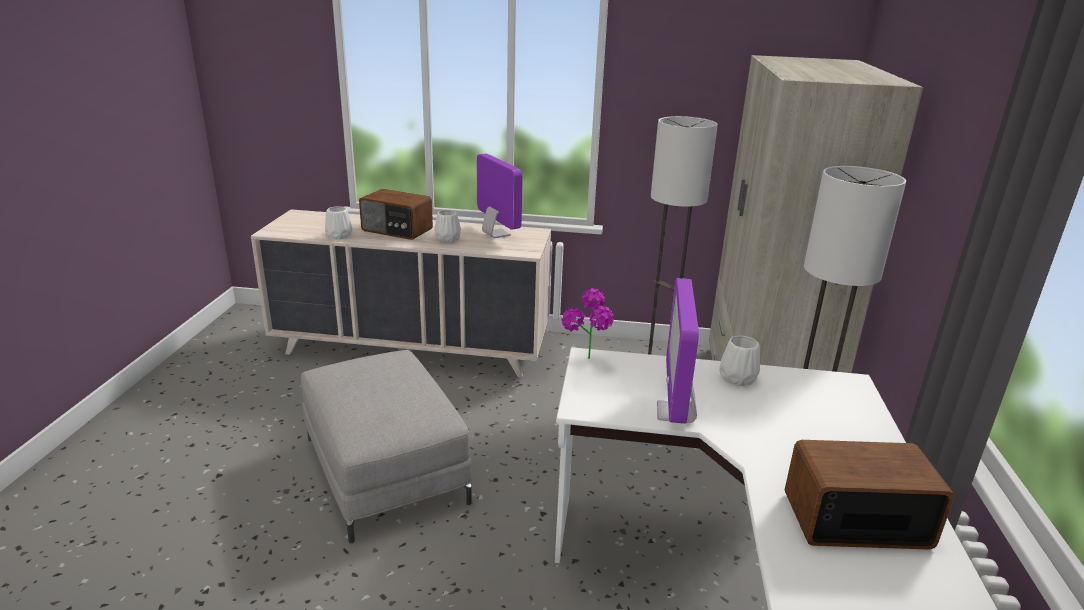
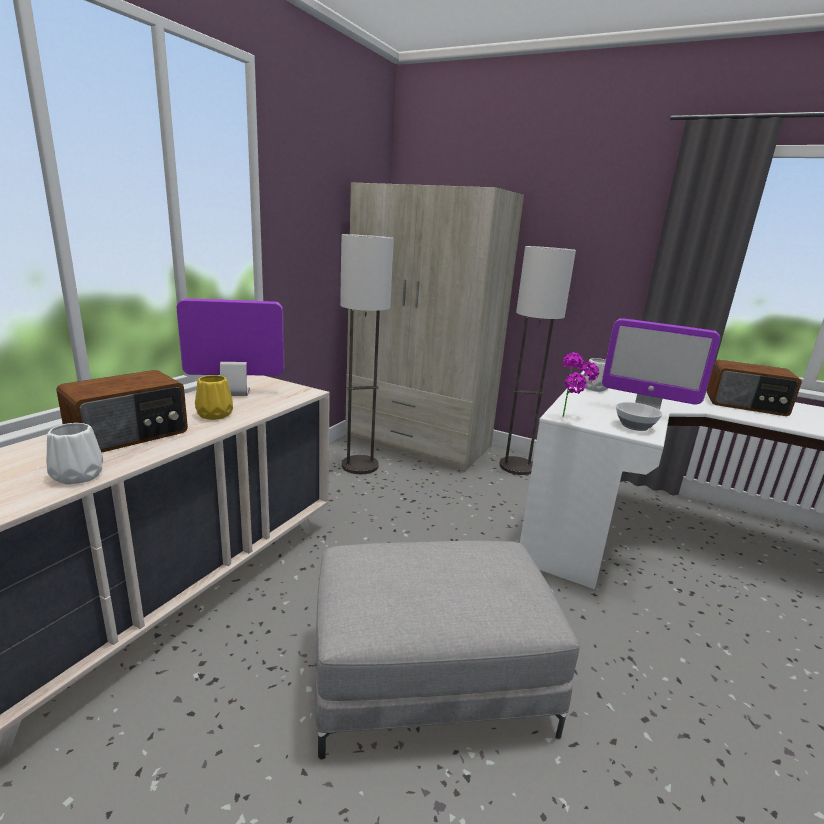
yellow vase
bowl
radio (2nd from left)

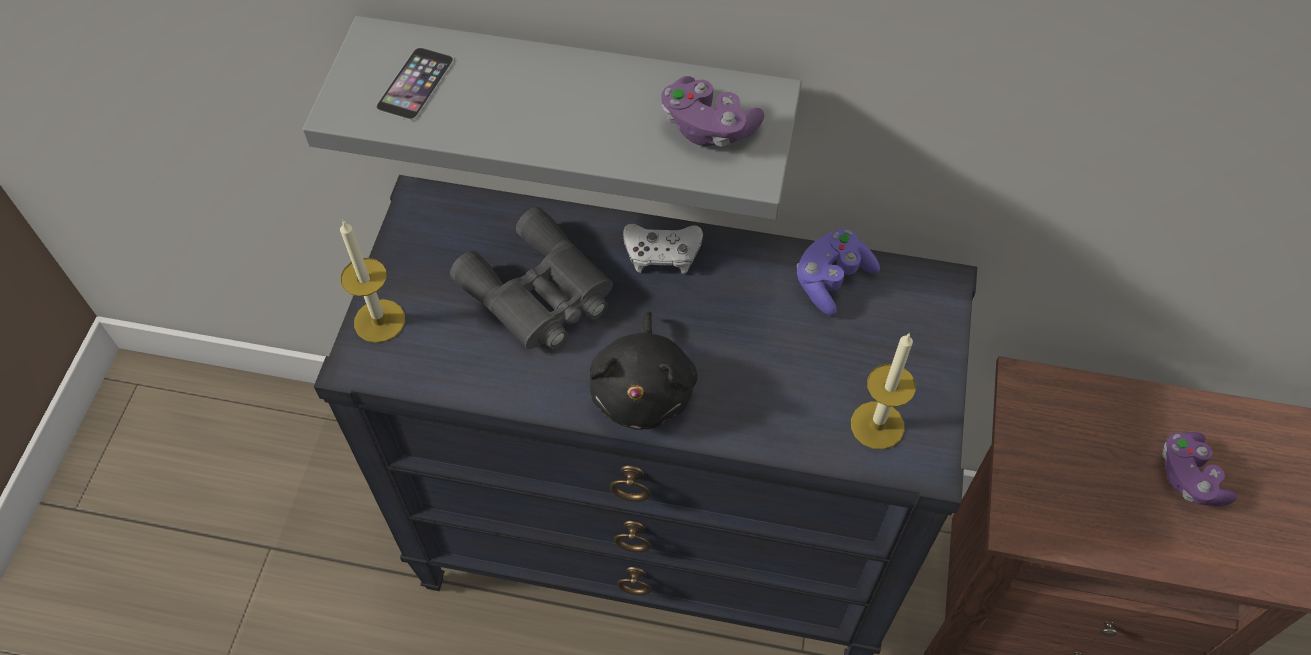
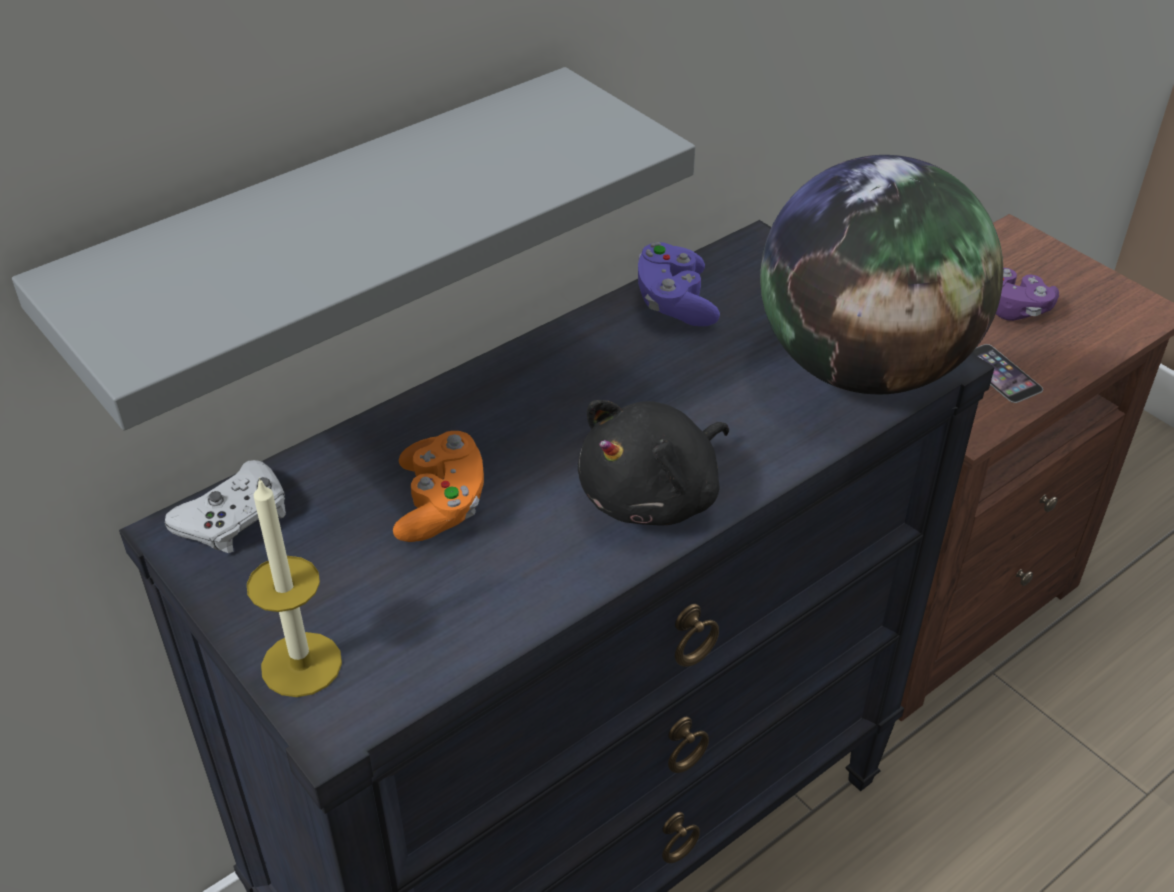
white game controller
orange game controller
black plush toy
globe
phone
purple game controller (1st from left in the first image)

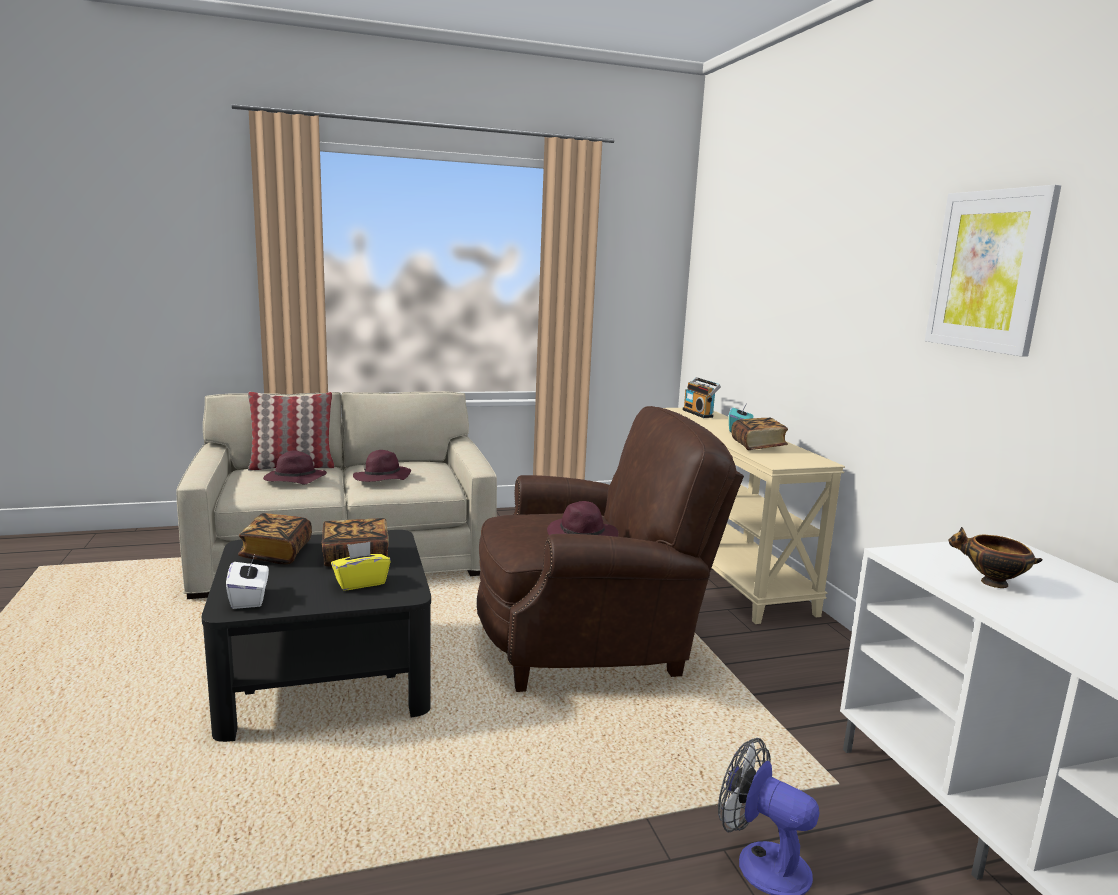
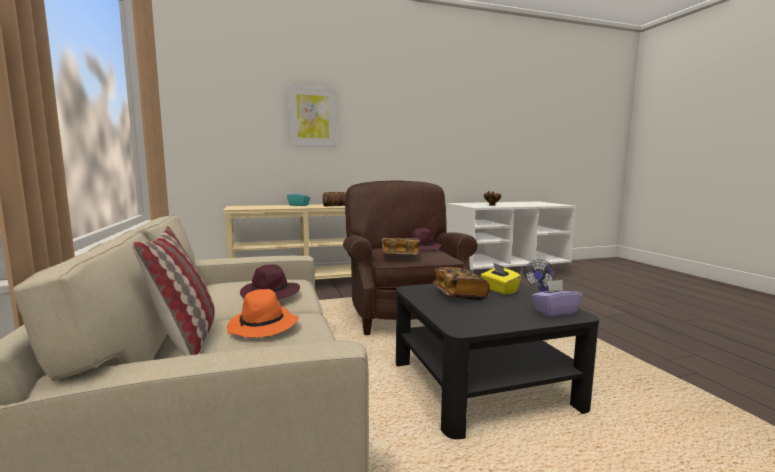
orange hat
picture
book (2nd from left)
purple tissue box
radio

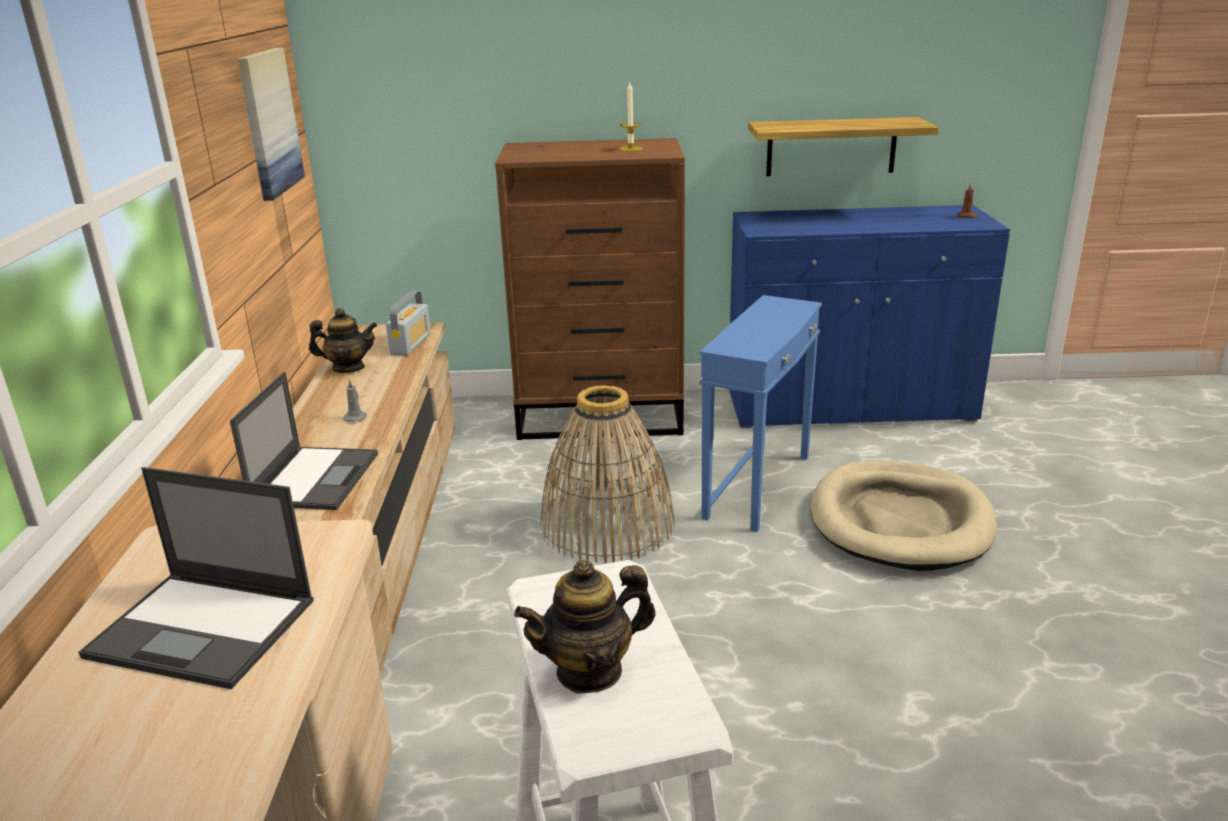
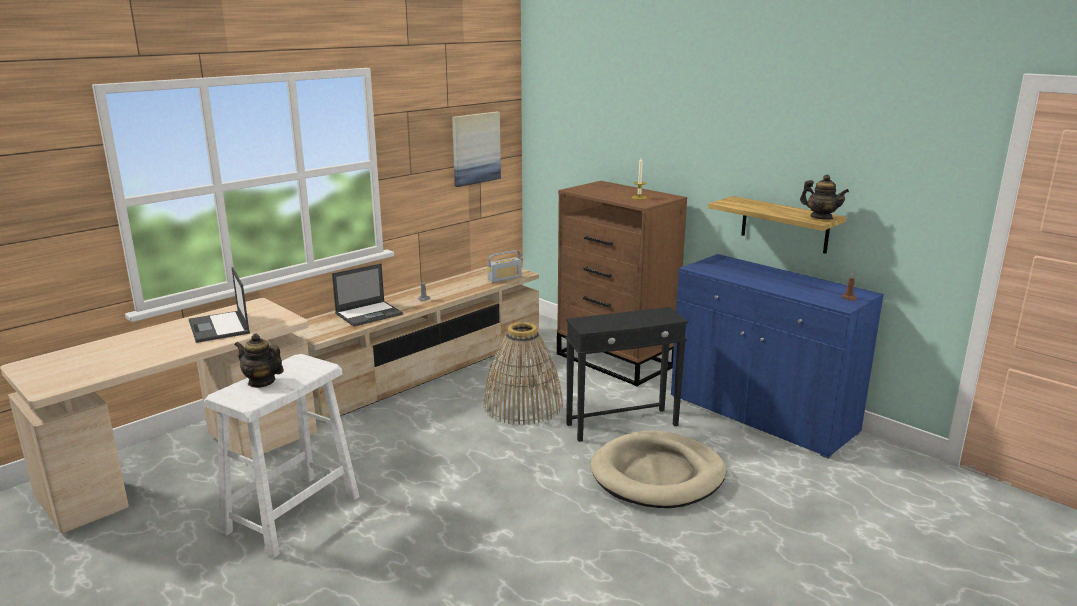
black side table
teapot (2nd from left)

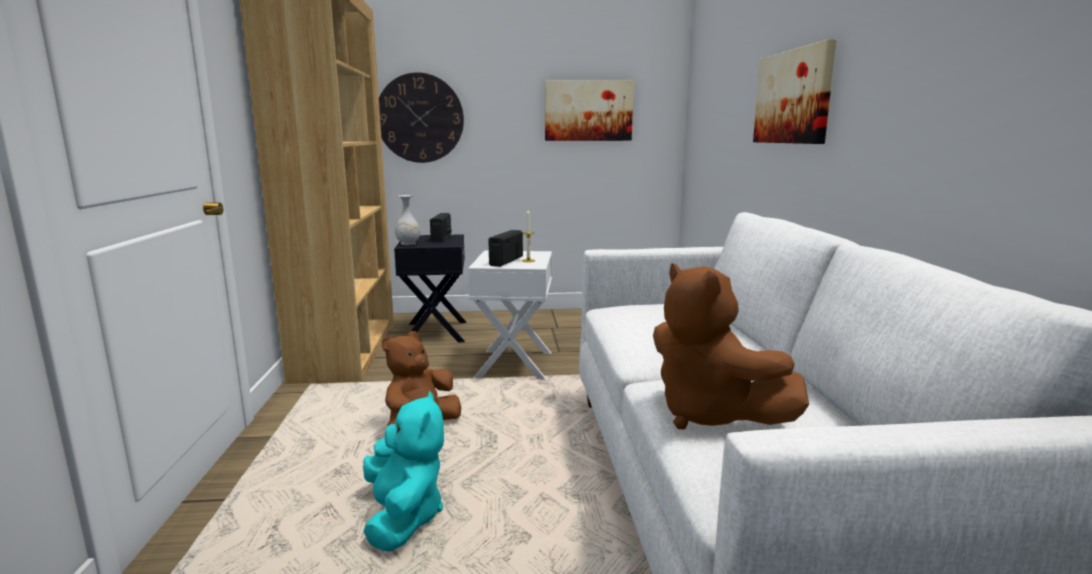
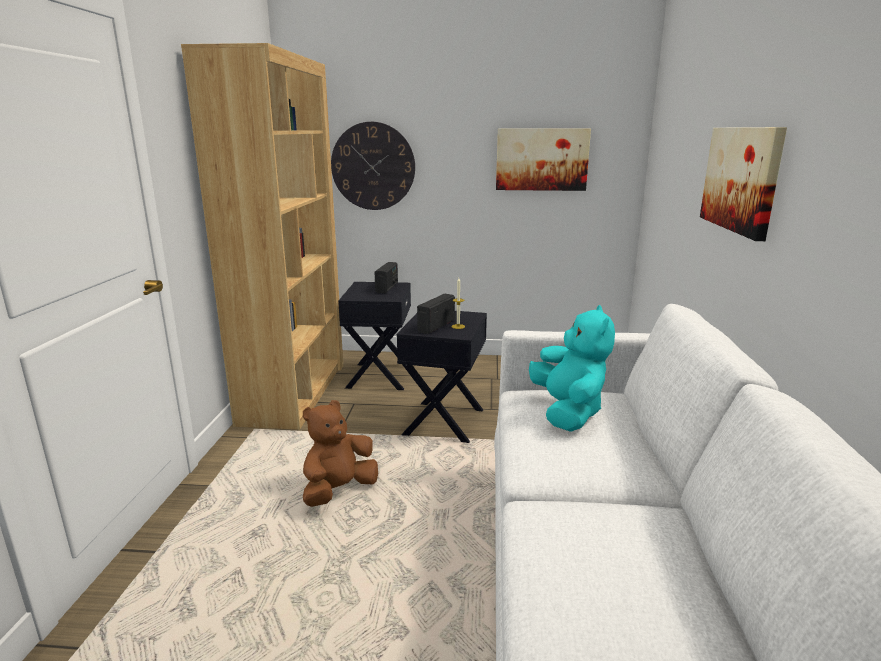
black side table (2nd from left)
turquoise plush toy
white vase
brown plush toy (2nd from left in the first image)

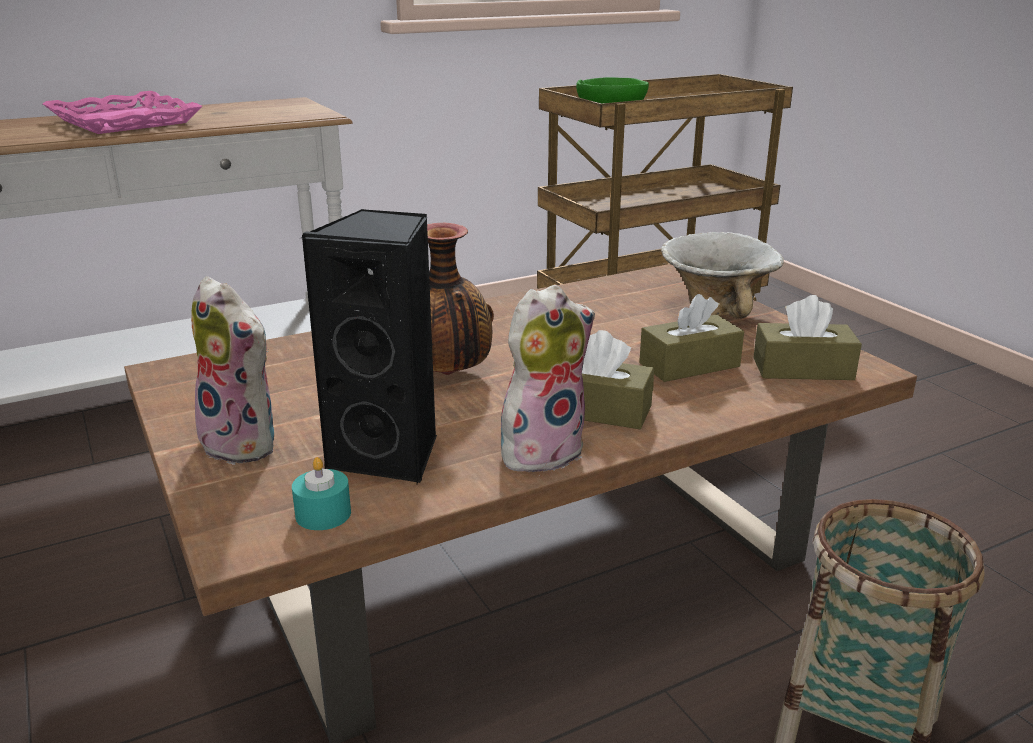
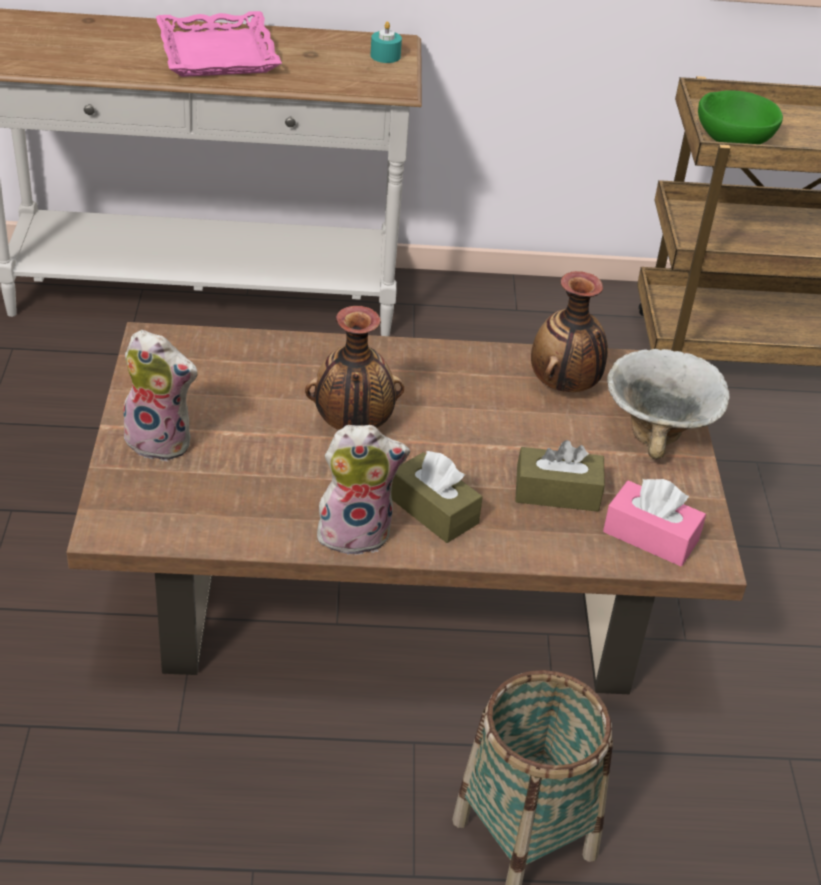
plush toy (1st from left)
turquoise candle
vase (2nd from left)
pink tissue box
black speaker

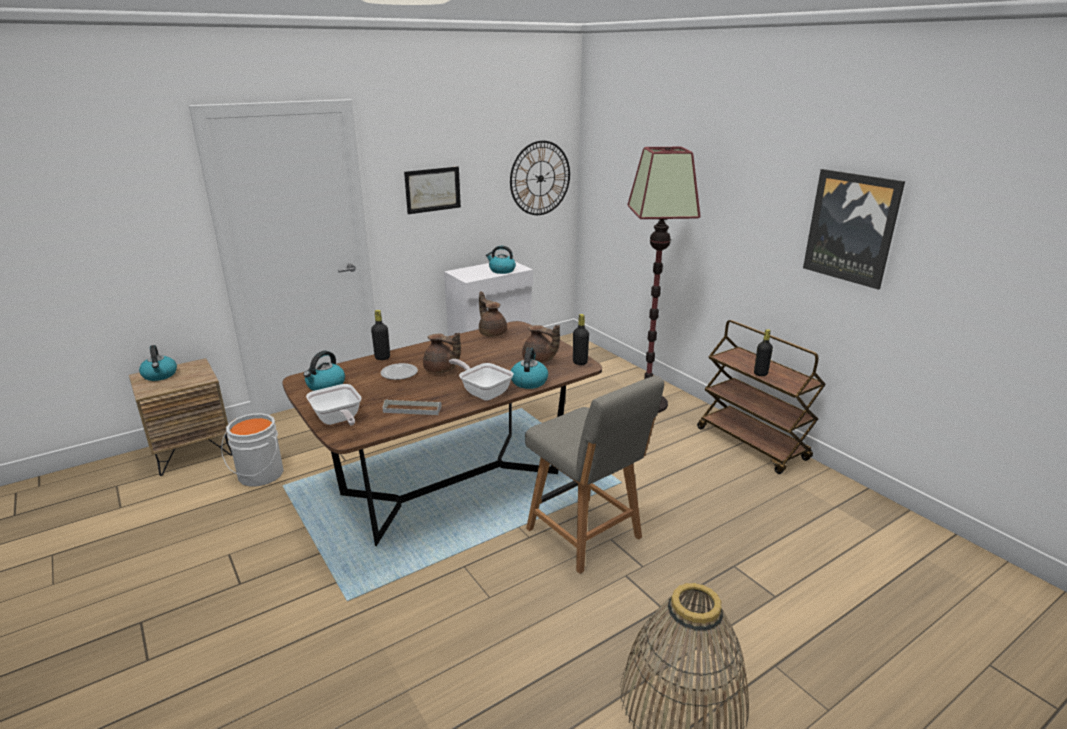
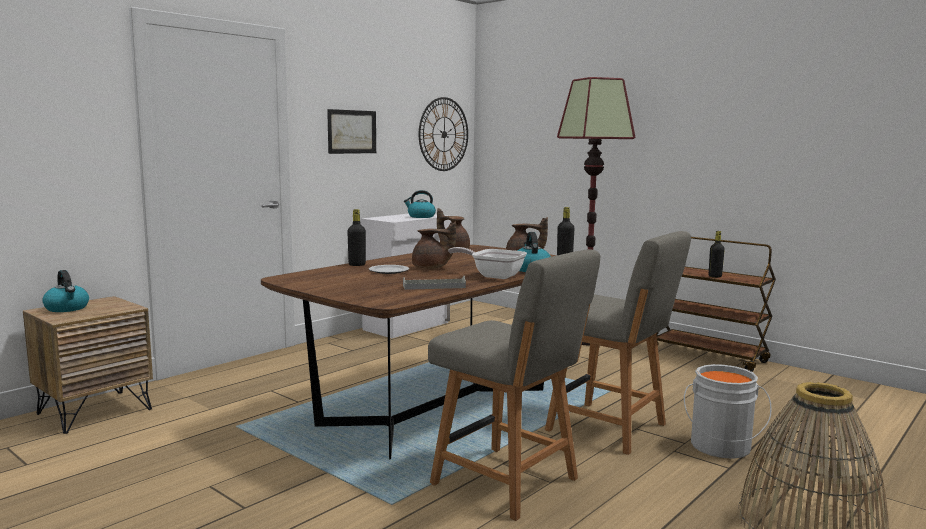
grey chair (1st from left)
grey bucket
kettle (2nd from left in the first image)
frying pan (1st from left in the first image)
picture (2nd from left in the first image)

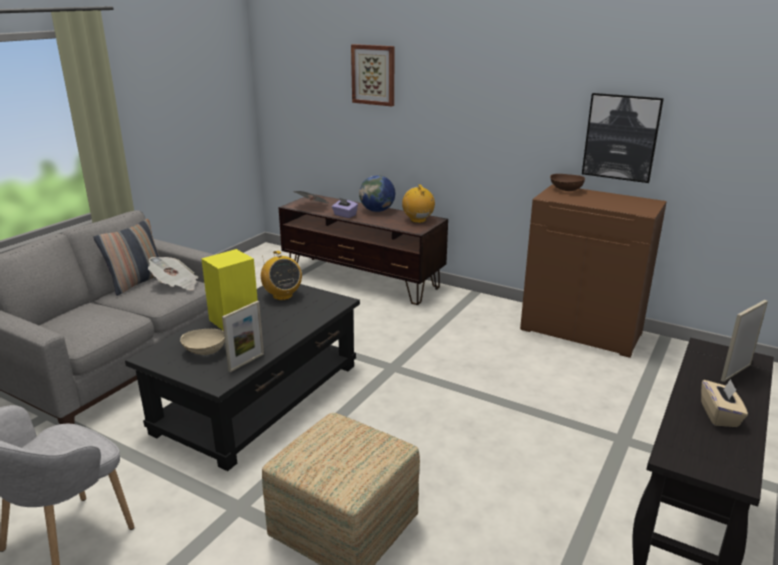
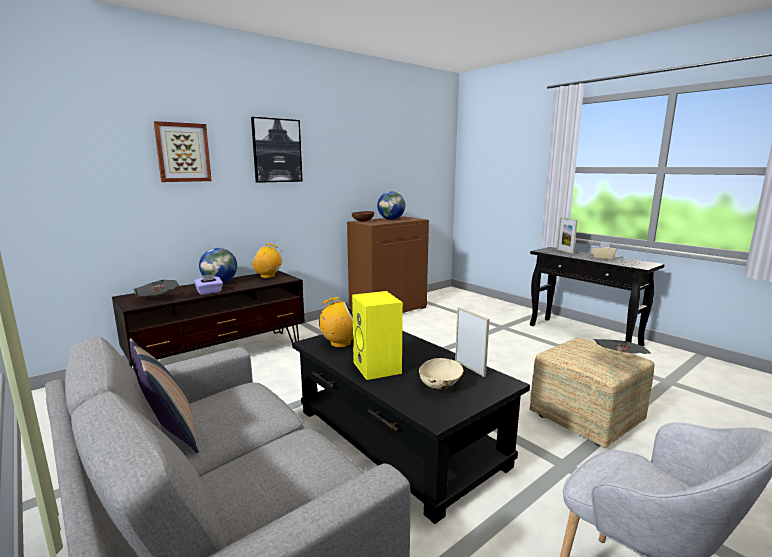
picture (2nd from left)
globe (2nd from left)
newspaper (2nd from left)

